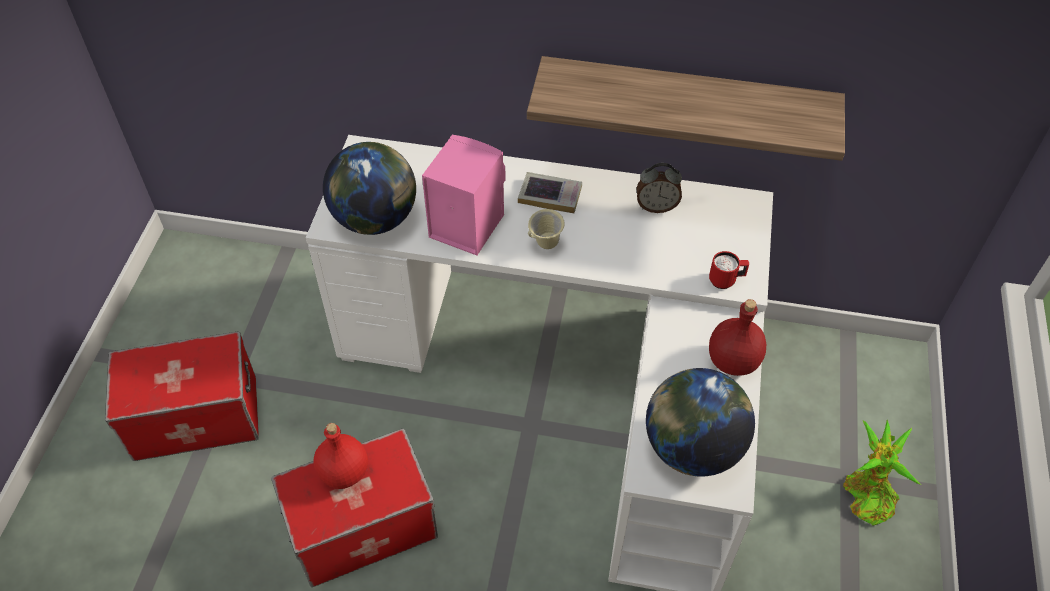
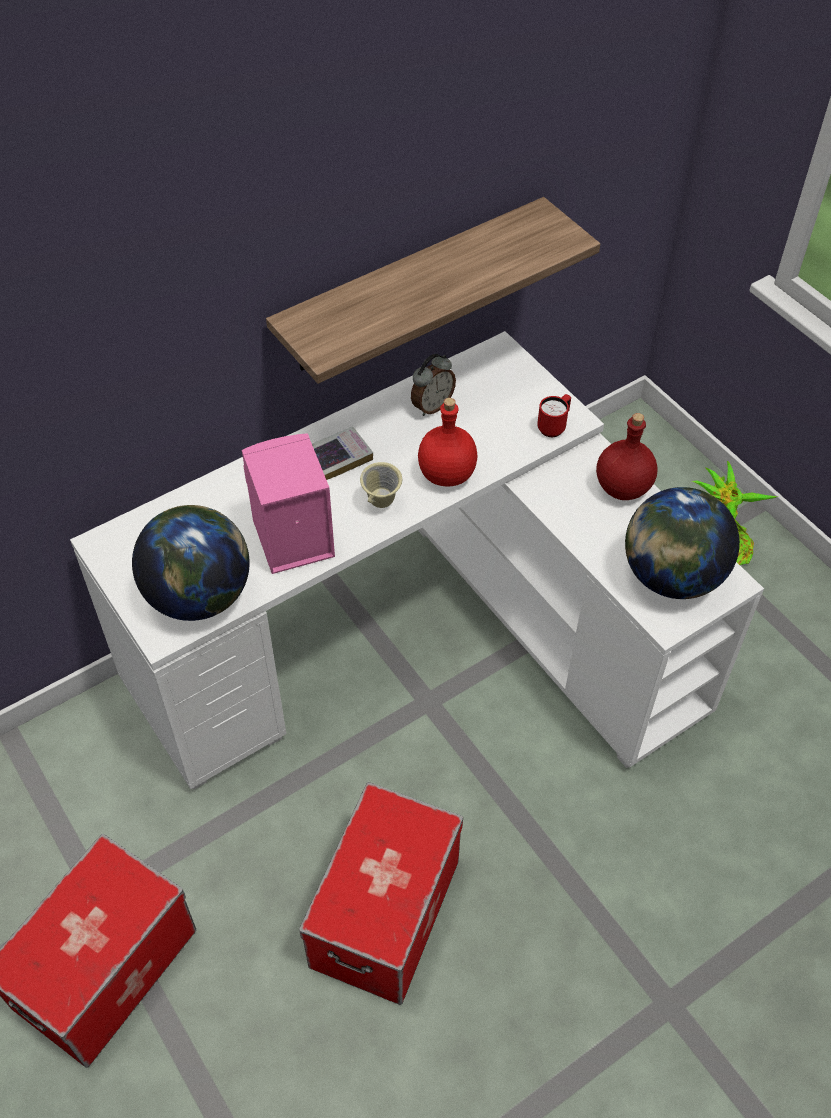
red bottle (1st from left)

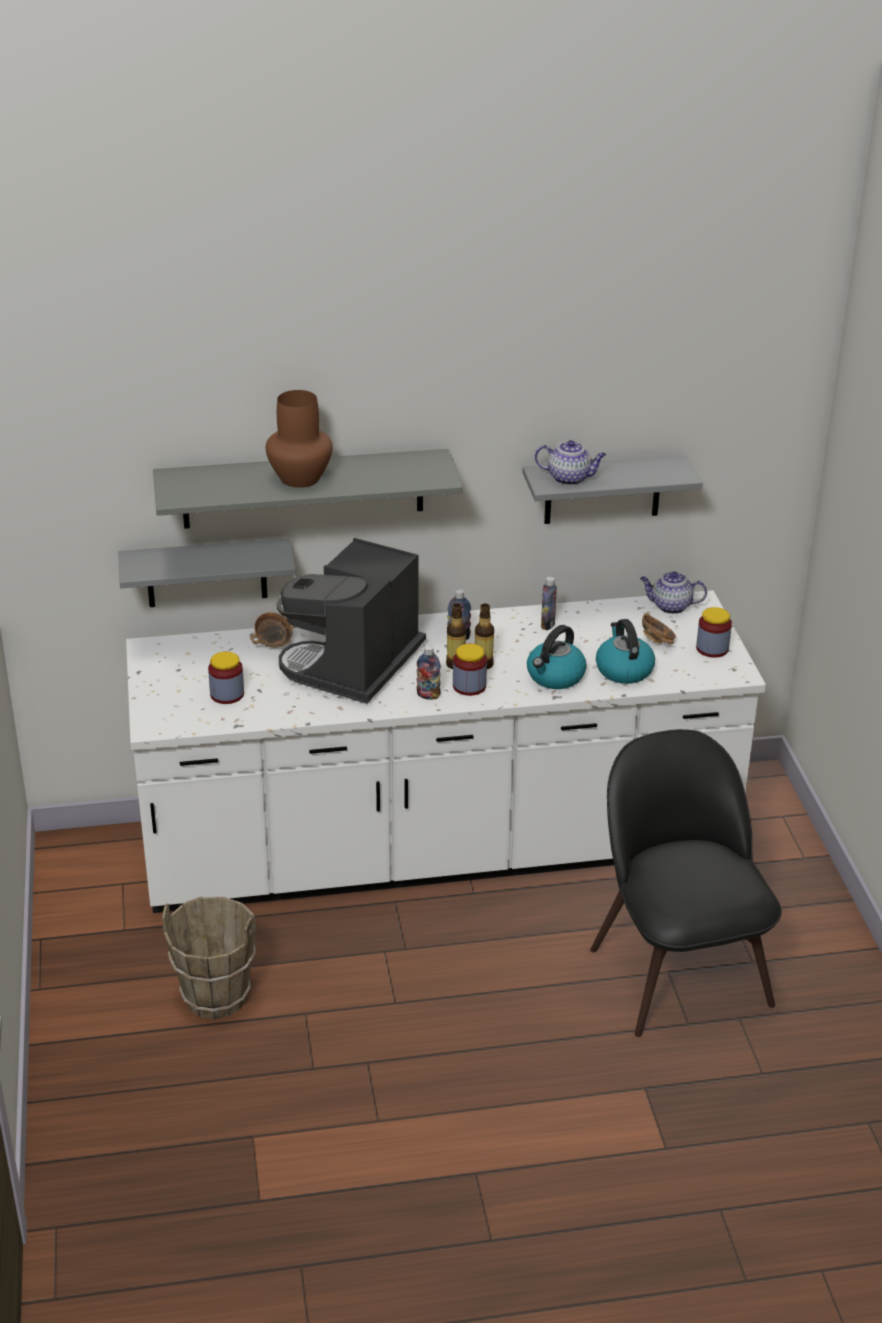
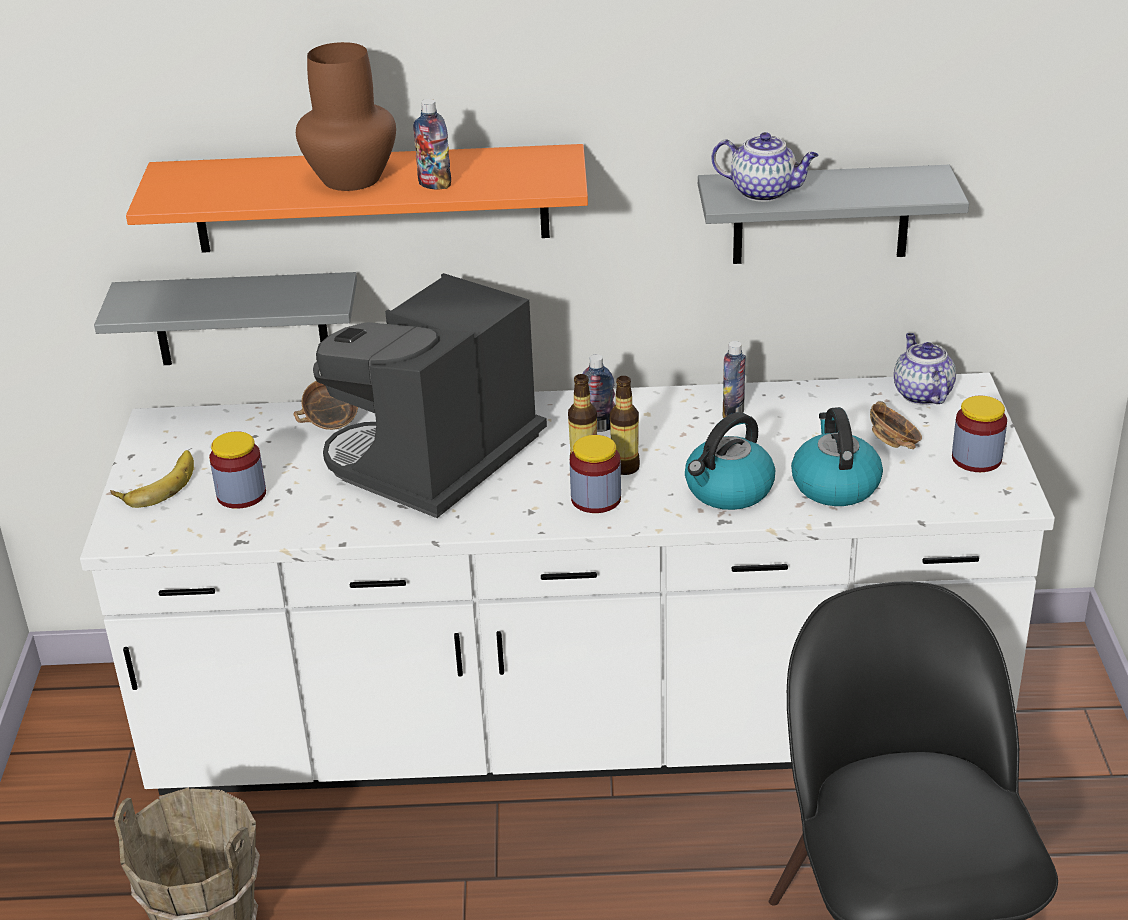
banana
orange shelf
bottle (1st from left)
teapot (2nd from left)

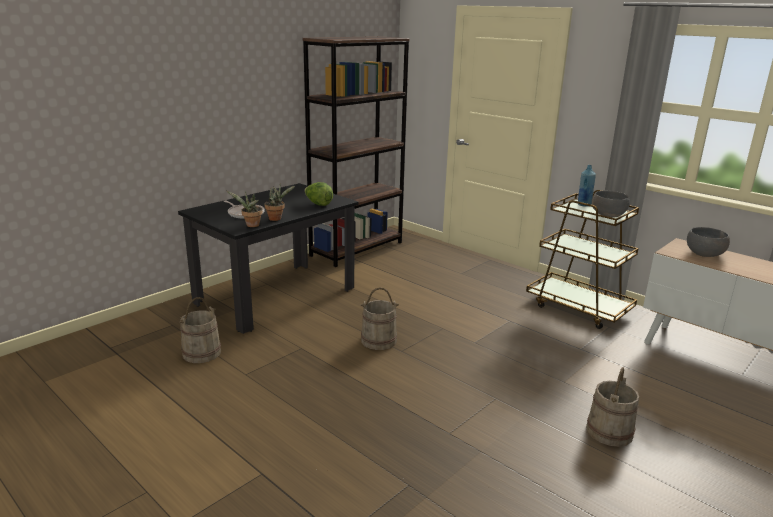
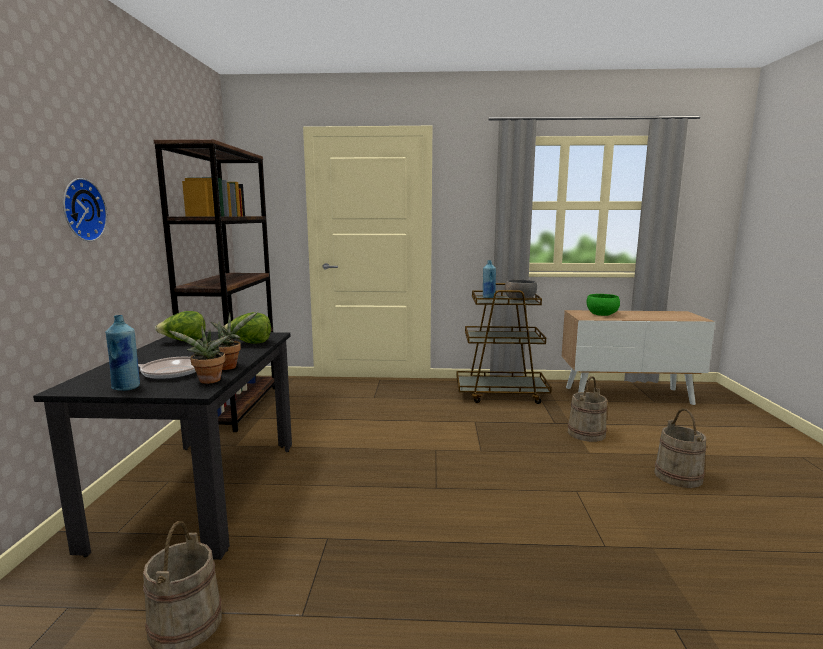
wall clock
blue bottle (1st from left)
lettuce (1st from left)
beige bucket (2nd from left)
green bowl

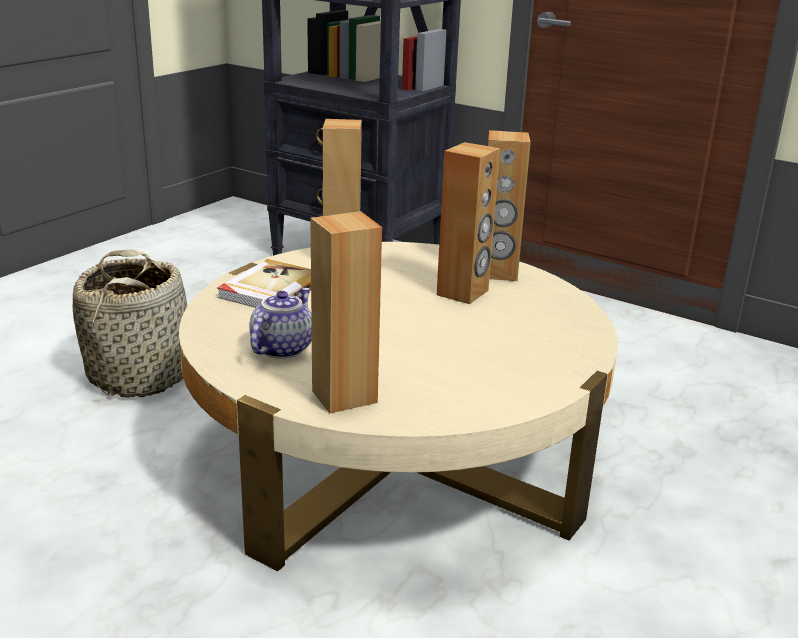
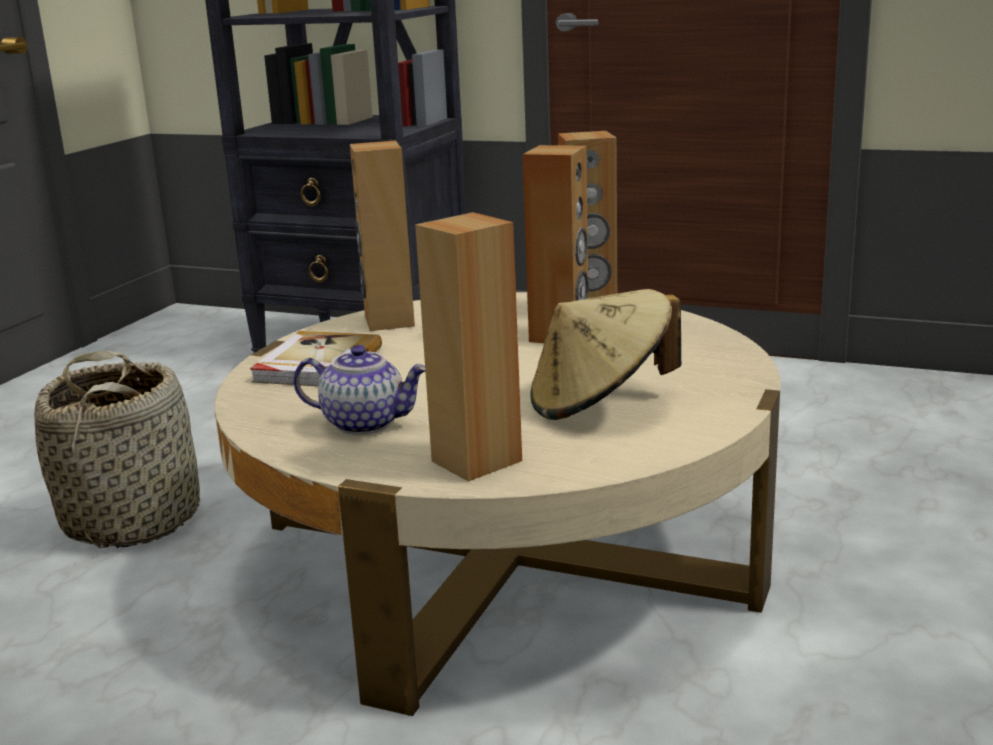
teapot
beige hat

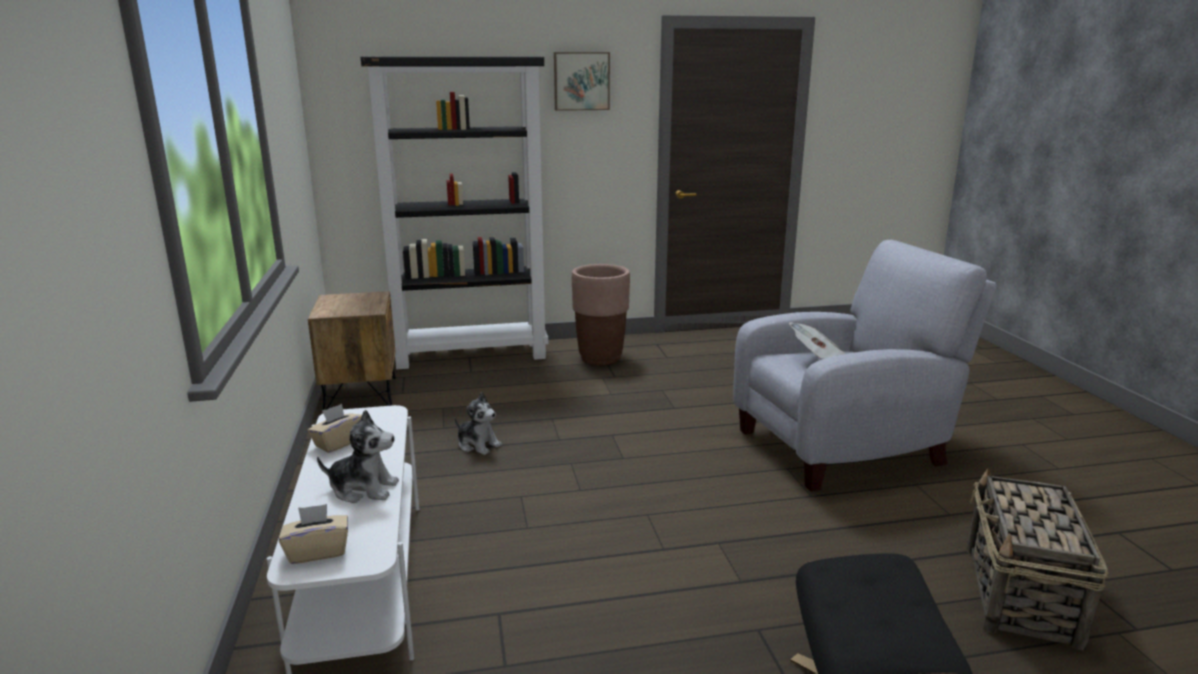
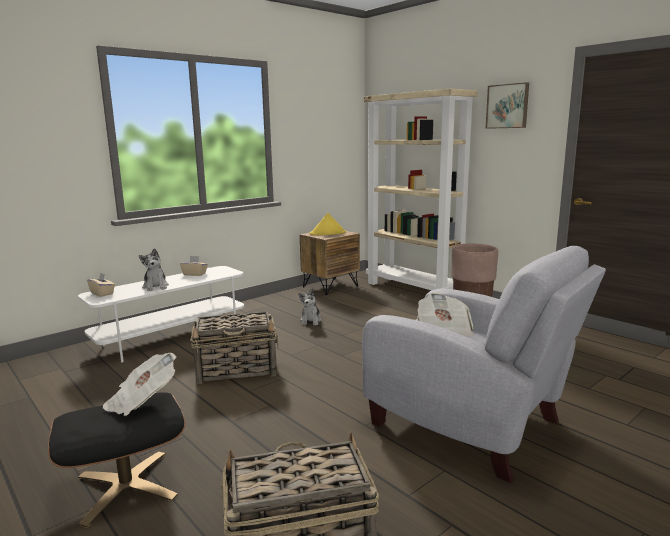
newspaper (1st from left)
basket (1st from left)
yellow hat
beige bookcase

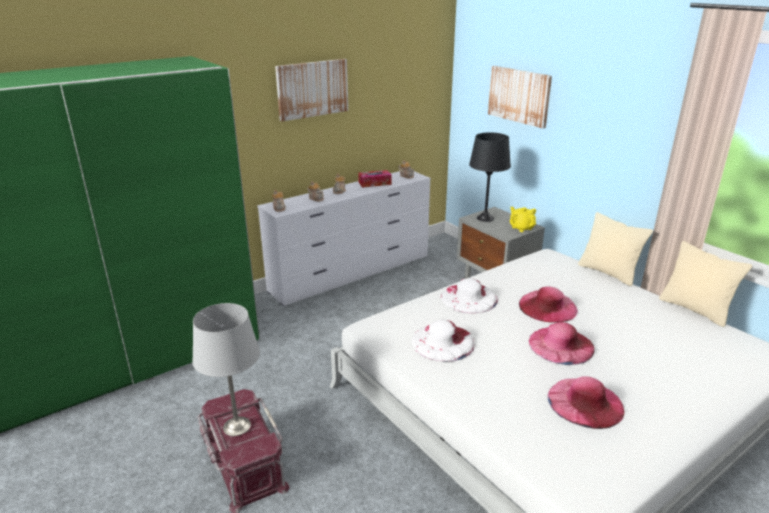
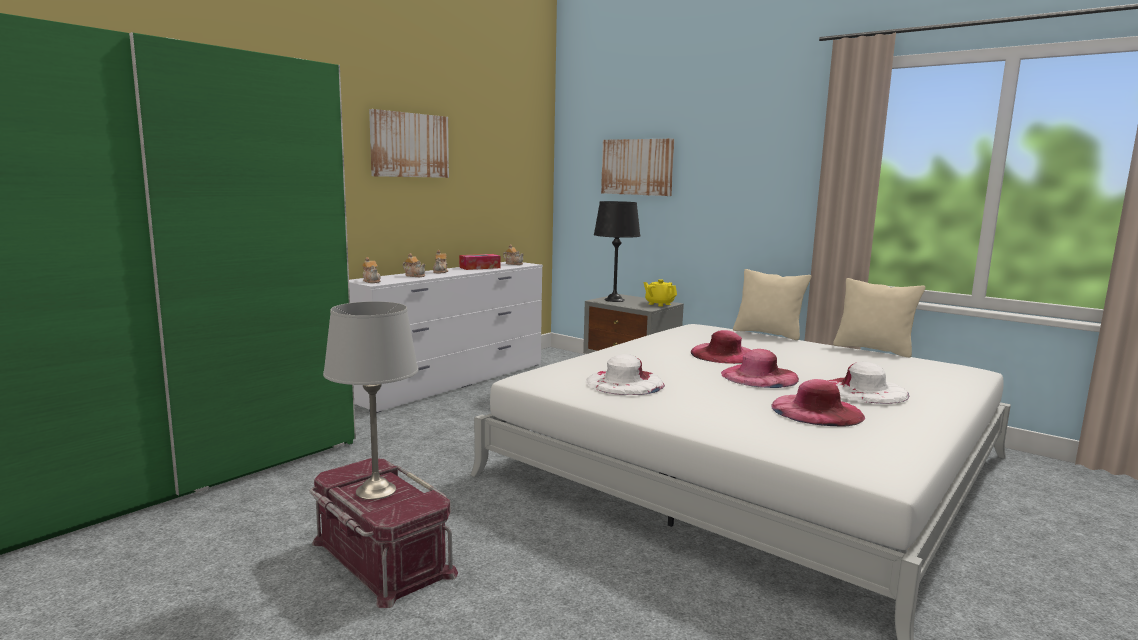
white hat (2nd from left)

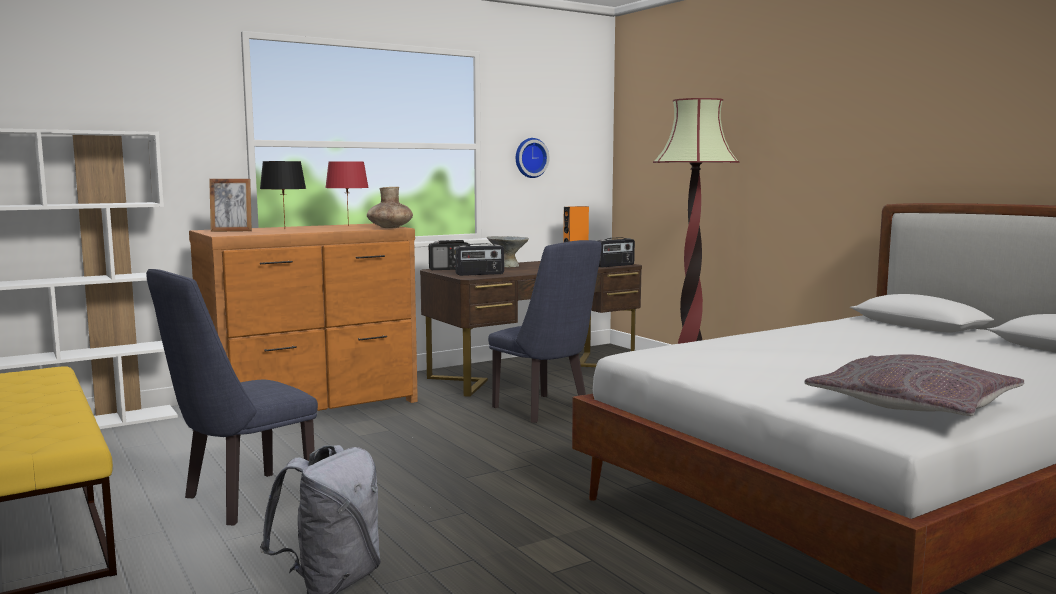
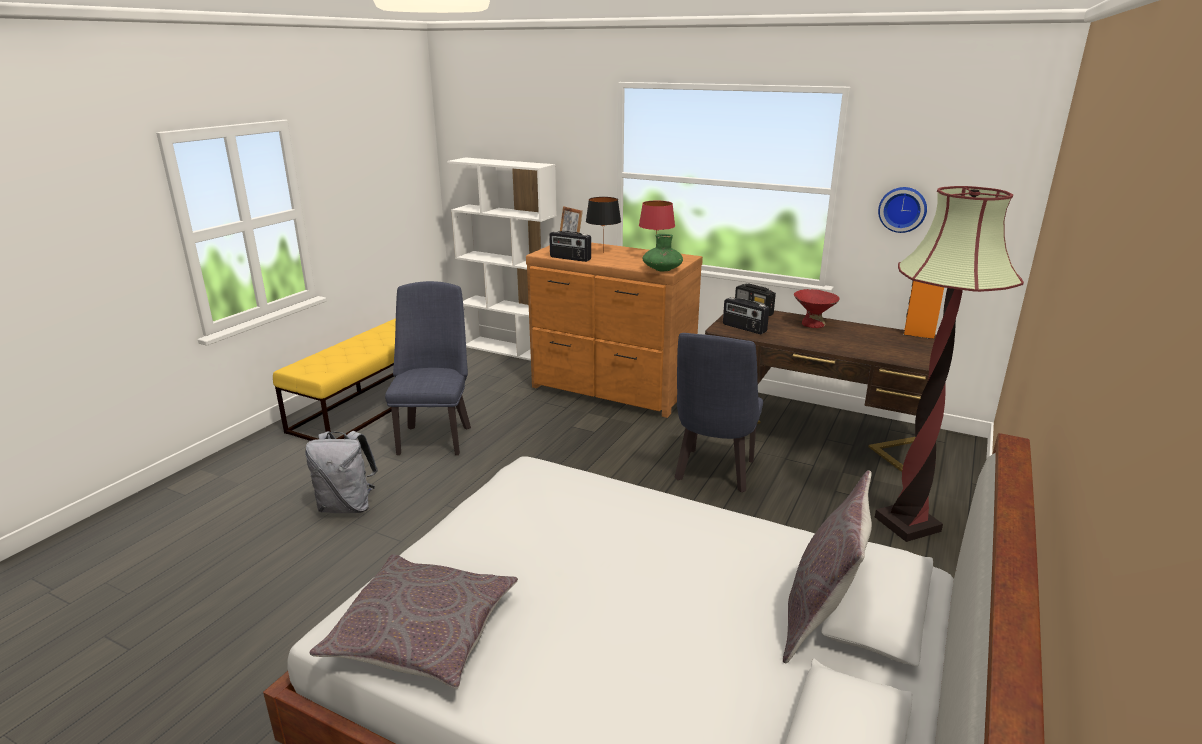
blue chair (1st from left)
radio (1st from left)
green vase
grey pillow (2nd from left)
red bowl

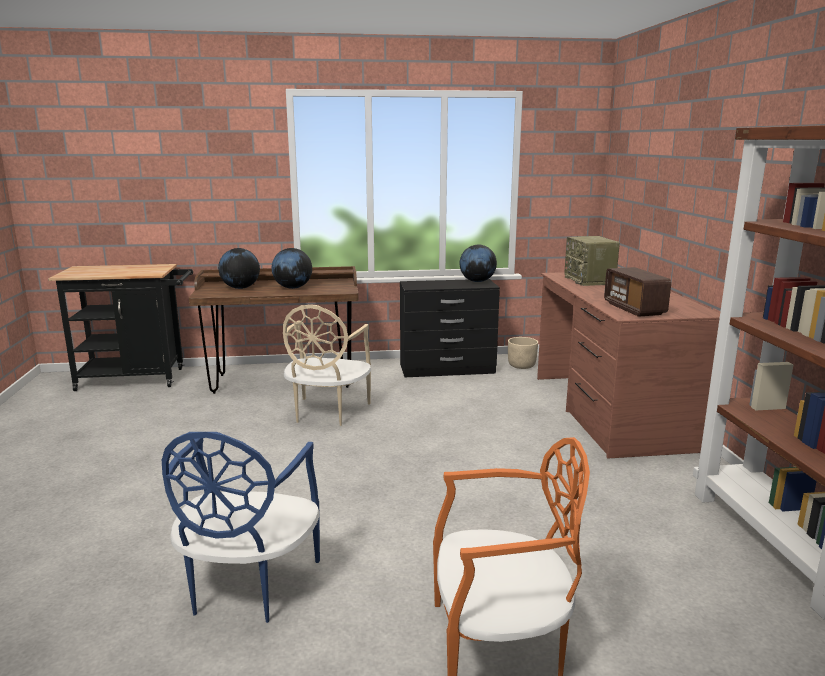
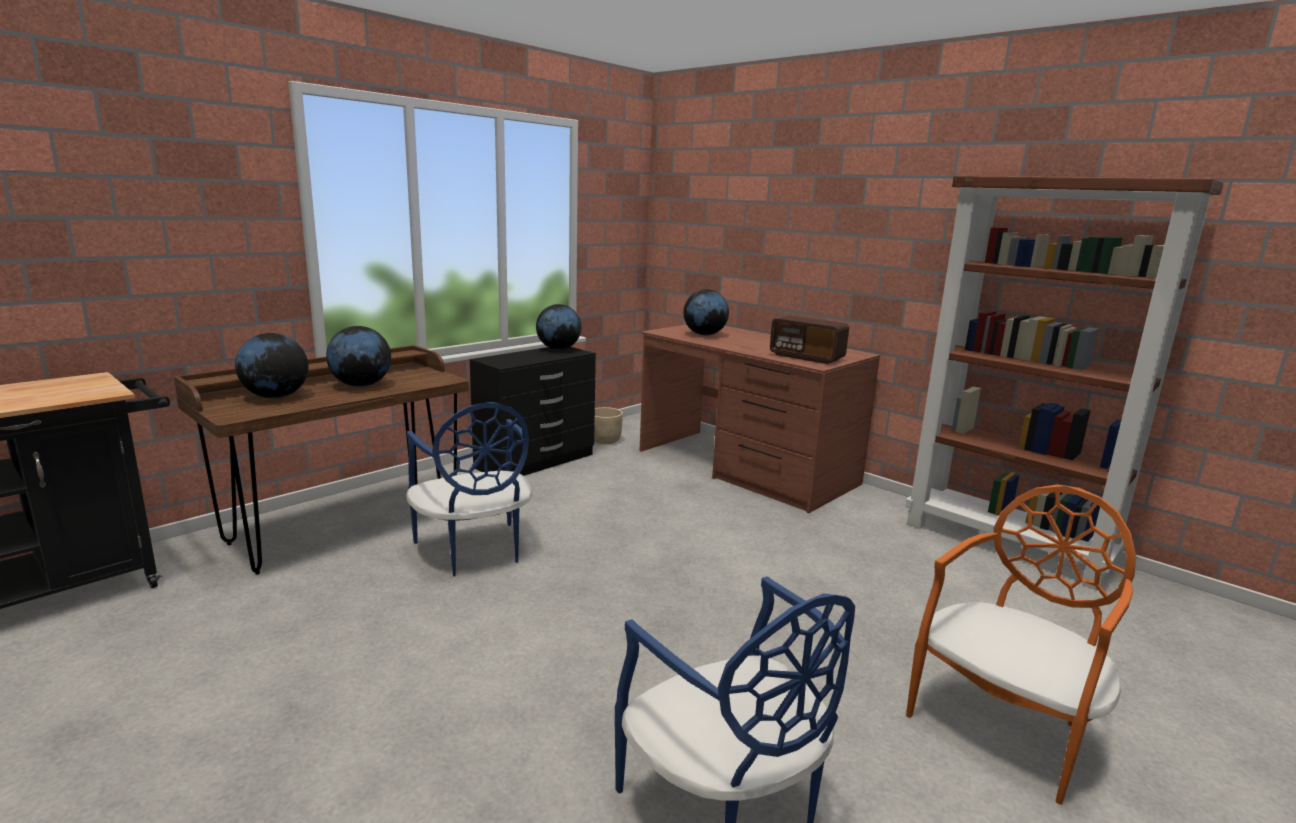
blue chair (1st from left)
globe (4th from left)

